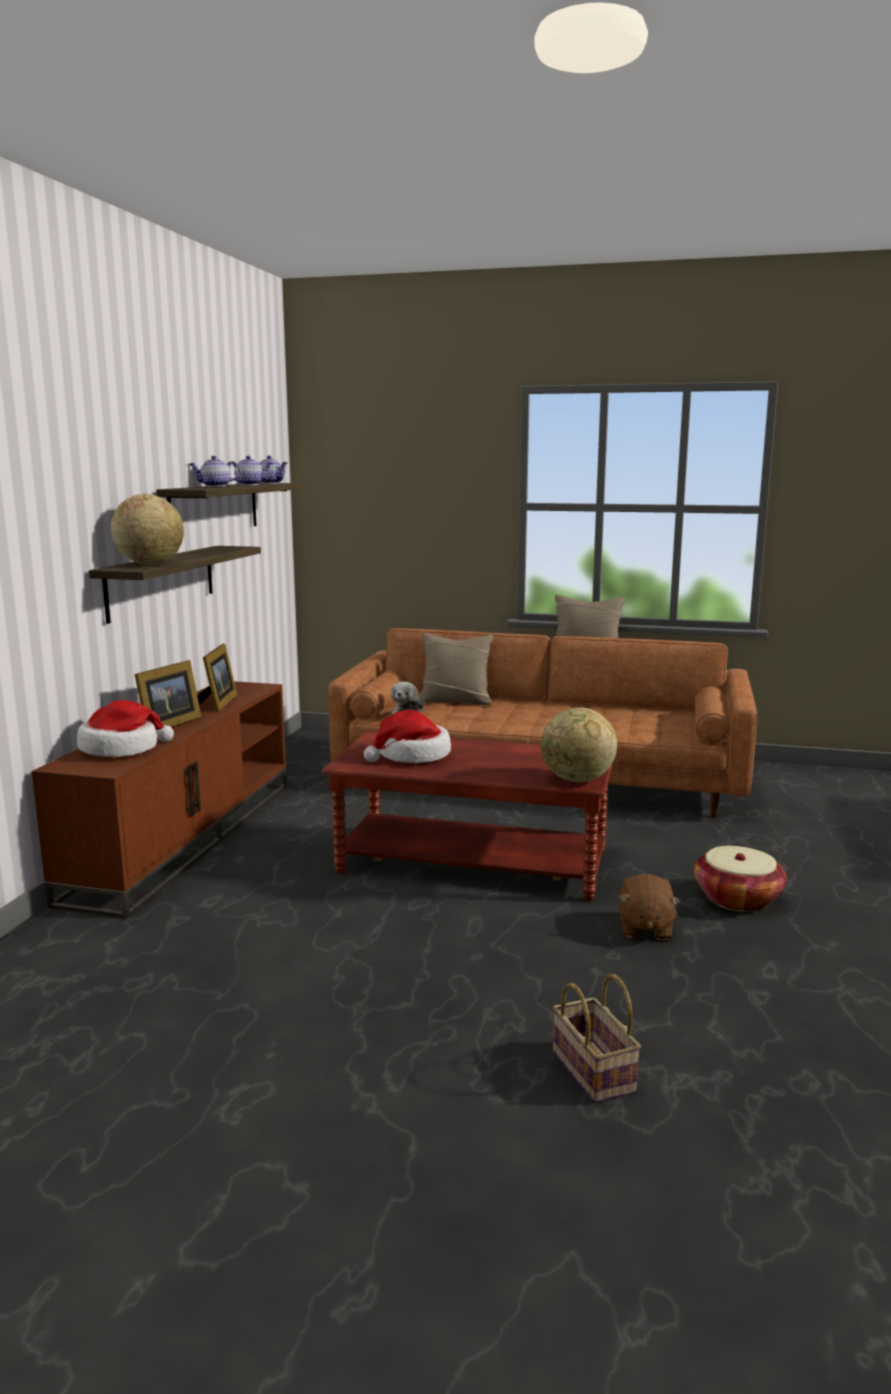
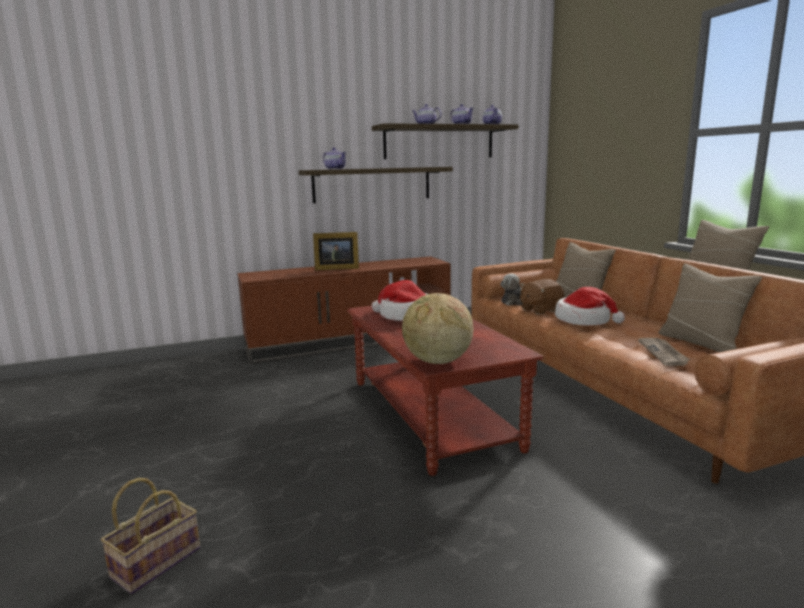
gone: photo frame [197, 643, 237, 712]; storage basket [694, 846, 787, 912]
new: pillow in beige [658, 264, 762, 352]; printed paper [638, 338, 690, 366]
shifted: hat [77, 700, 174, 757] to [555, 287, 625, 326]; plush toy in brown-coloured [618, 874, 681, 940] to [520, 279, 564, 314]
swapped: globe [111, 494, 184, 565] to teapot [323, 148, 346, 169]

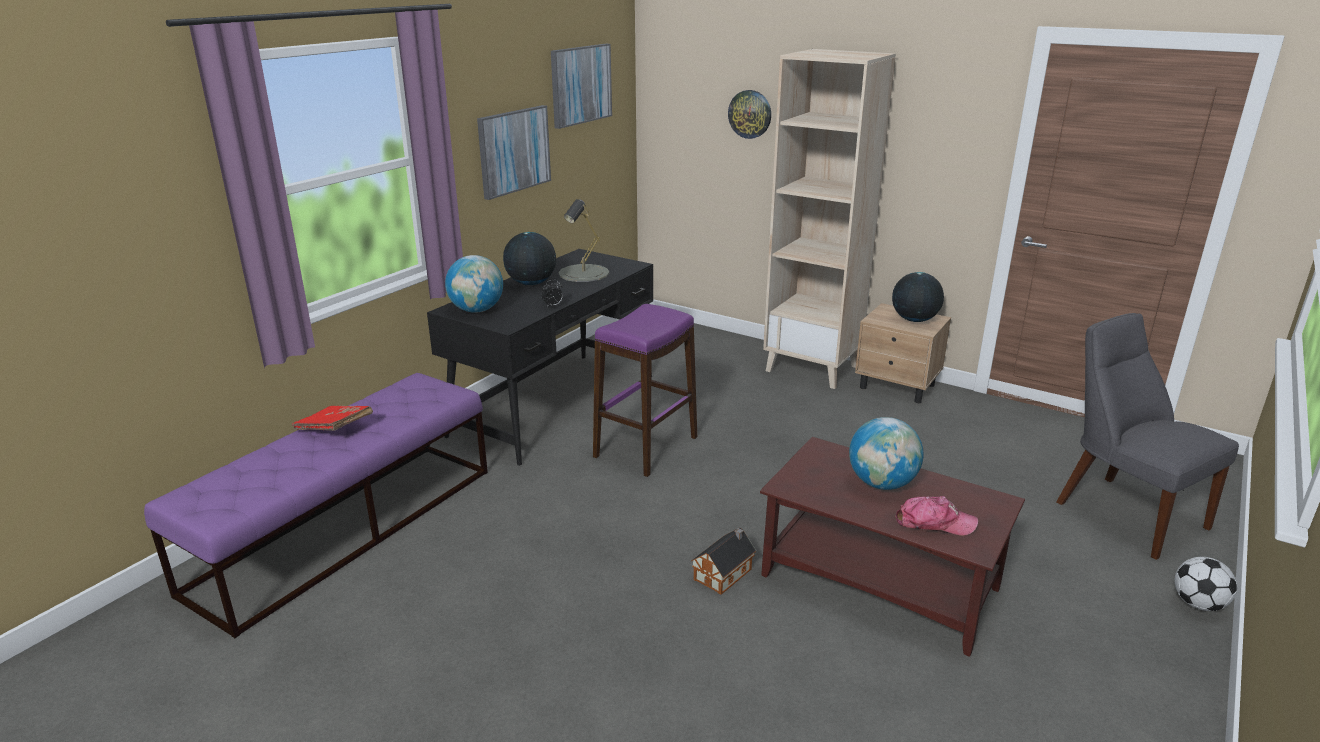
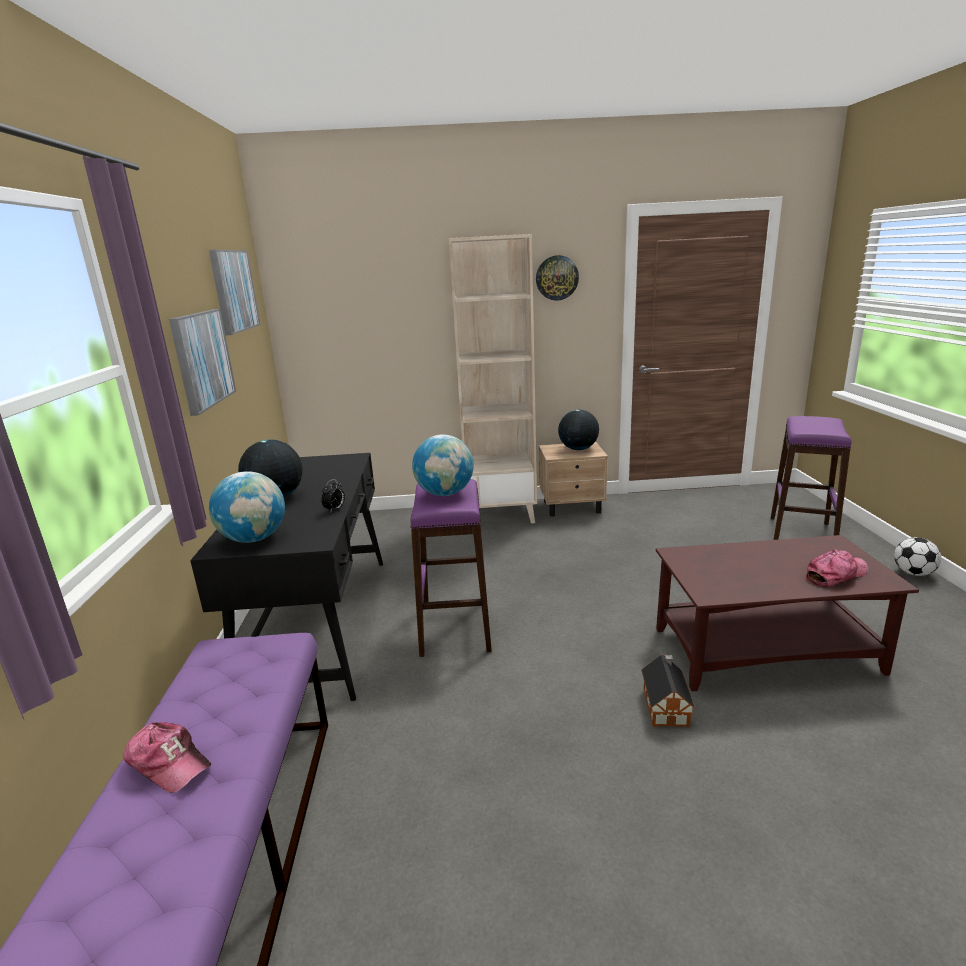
gone: tabletop lamp in grey [558, 199, 609, 282]
shifted: hanging clock [728, 90, 771, 139] to [536, 255, 579, 301]; globe [849, 417, 924, 490] to [412, 434, 474, 496]
swapped: upright chair in grey [1056, 313, 1239, 560] to stool seat in purplish [771, 416, 852, 540]; book in reddish [292, 406, 373, 431] to cap [123, 722, 211, 793]

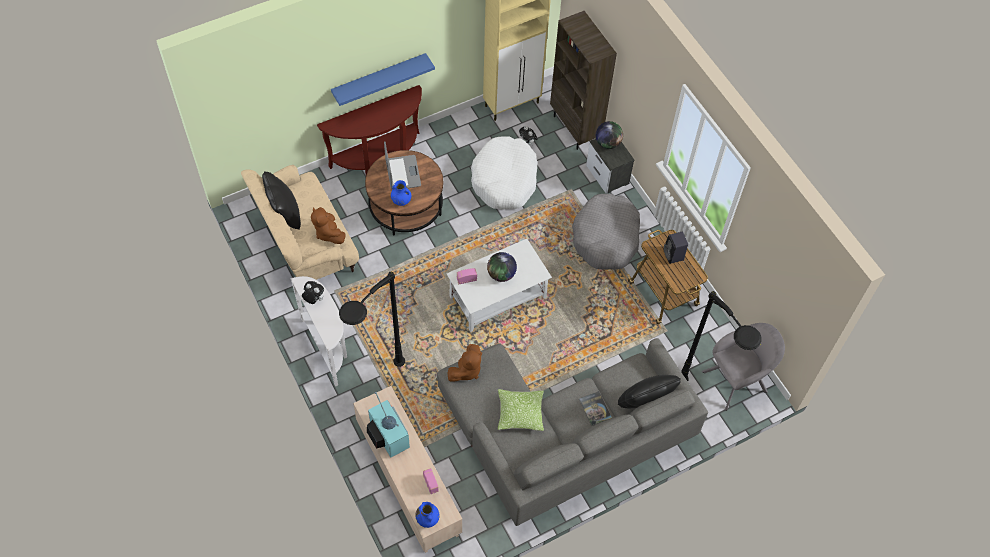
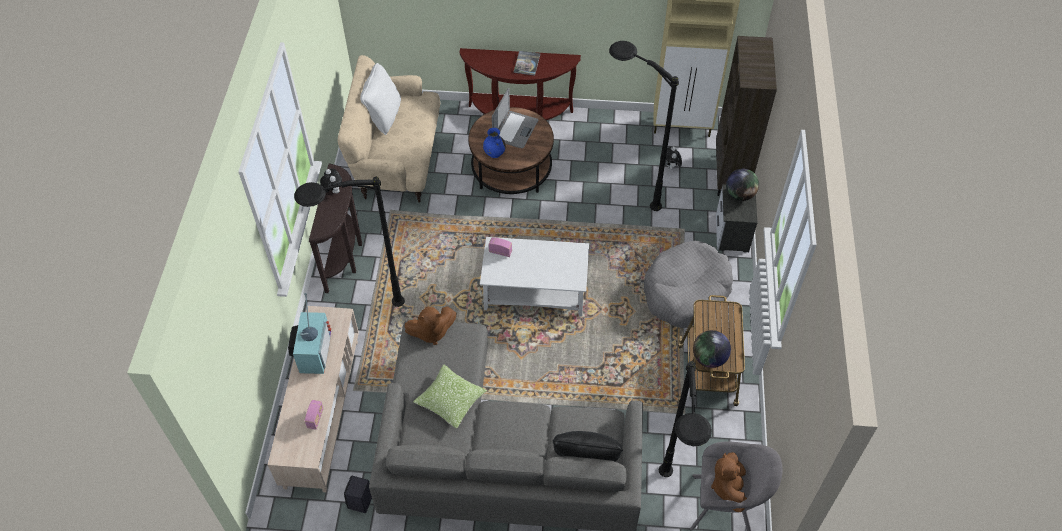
gone: wall shelf in blue-coloured [331, 53, 435, 106]; flower vase in blue-coloured [416, 502, 440, 528]
shifted: plush toy in brown-coloured [311, 207, 346, 244] to [711, 452, 747, 512]; speaker in black [663, 232, 688, 264] to [344, 476, 372, 513]; globe [487, 252, 517, 282] to [693, 330, 731, 368]; book [579, 391, 612, 426] to [514, 51, 540, 75]
swapped: dog bed in white [471, 136, 538, 209] to standard lamp in black [609, 41, 679, 211]
repainted: pillow in black [262, 171, 301, 230] to pillow in white [360, 63, 401, 135]; console table in white [290, 276, 347, 387] to console table in brown-coloured [309, 163, 362, 293]

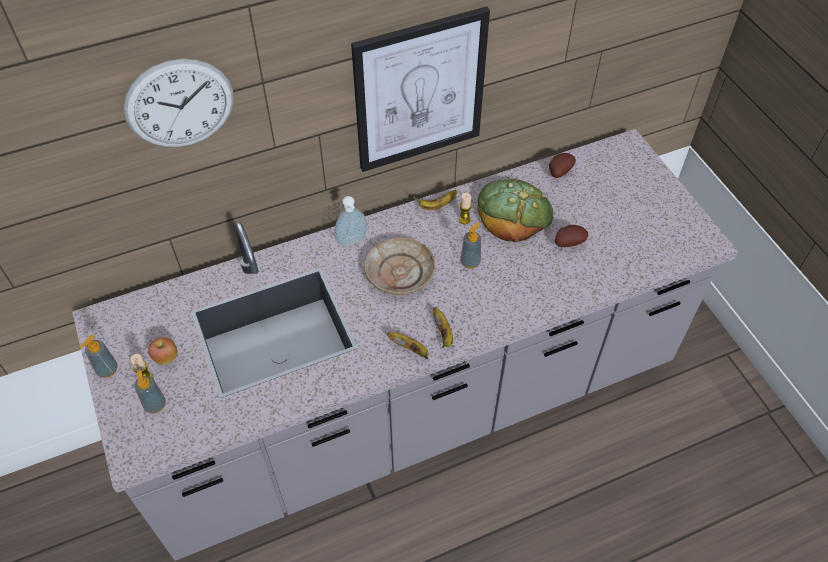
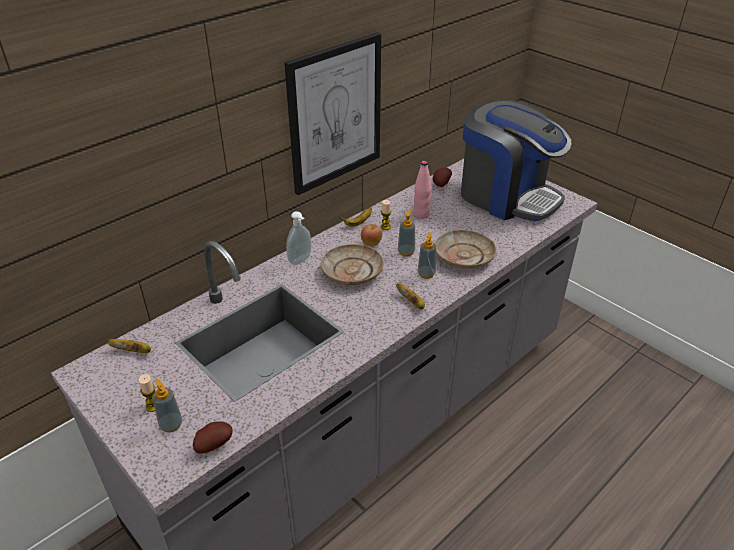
gone: hanging clock [123, 59, 234, 147]
new: coffee maker [461, 100, 572, 221]; dinner plate in beige [435, 230, 496, 269]
shifted: whole potato [555, 225, 588, 247] to [193, 421, 232, 454]; whole banana [387, 332, 428, 359] to [107, 339, 151, 353]; soap dispenser [80, 335, 118, 378] to [418, 232, 436, 279]; apple fruit [148, 337, 177, 365] to [361, 224, 382, 246]
swapped: bread [478, 179, 553, 242] to beverage bottle in pinkish [413, 161, 432, 219]

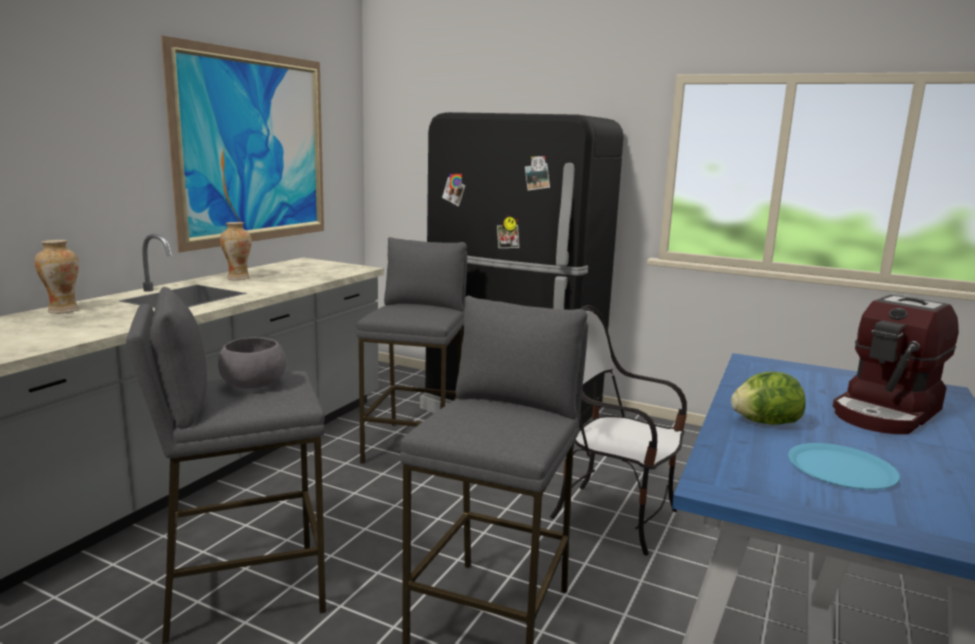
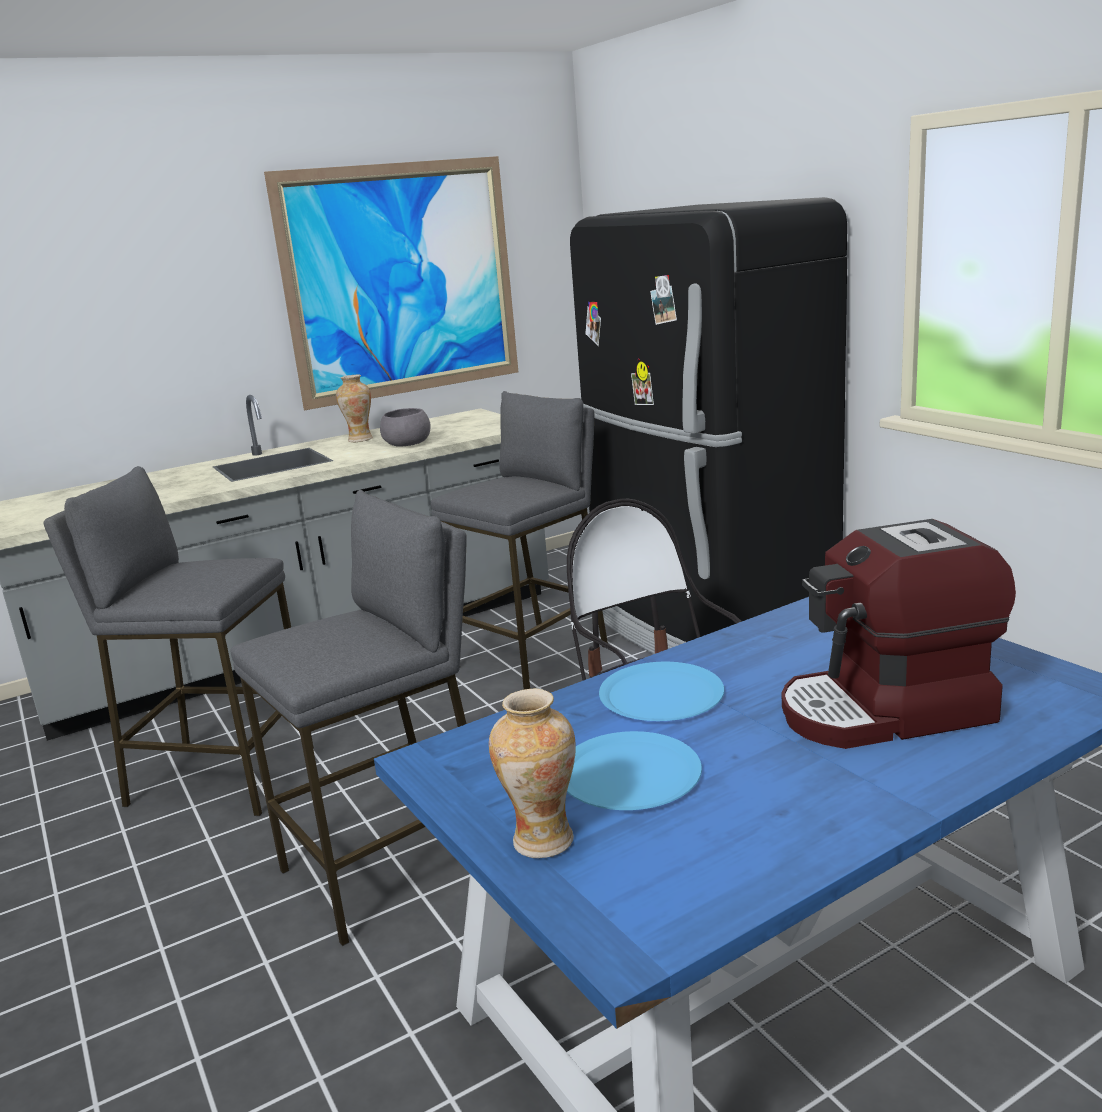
shifted: flower vase [34, 240, 79, 314] to [489, 689, 576, 858]; bowl in grey [218, 337, 286, 389] to [380, 408, 431, 447]
swapped: lettuce head [731, 372, 806, 425] to dinner plate in blue-coloured [599, 662, 725, 721]

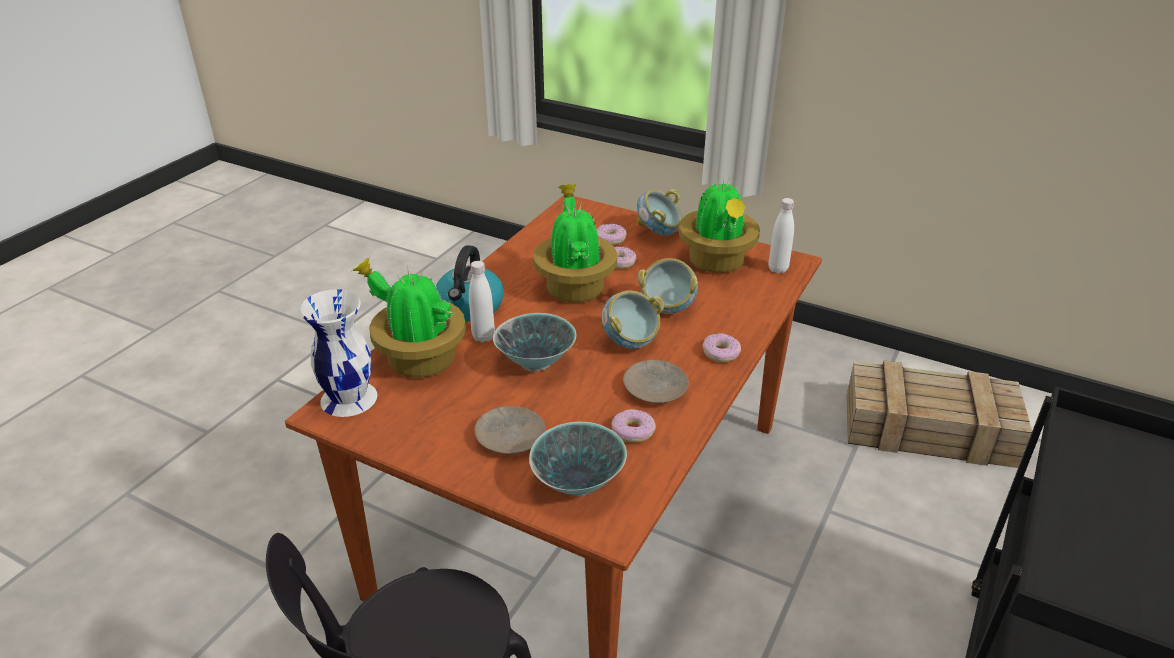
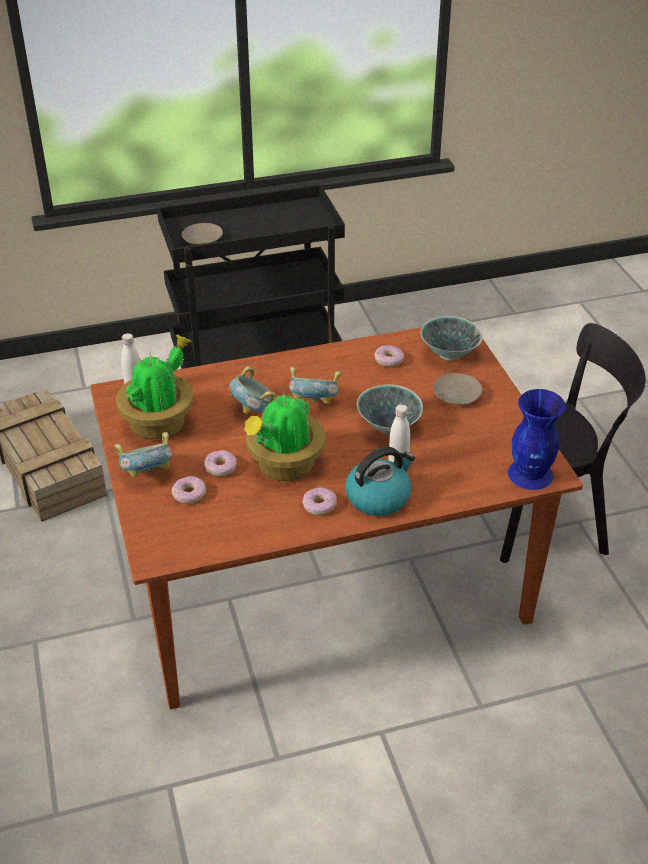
gone: potted plant [353, 257, 466, 378]
shifted: ring doughnut [703, 333, 741, 362] to [302, 487, 337, 515]; dinner plate in beige [623, 360, 689, 403] to [182, 223, 223, 245]
repainted: flower vase in white [300, 289, 377, 417] to flower vase in blue-coloured [508, 389, 566, 490]

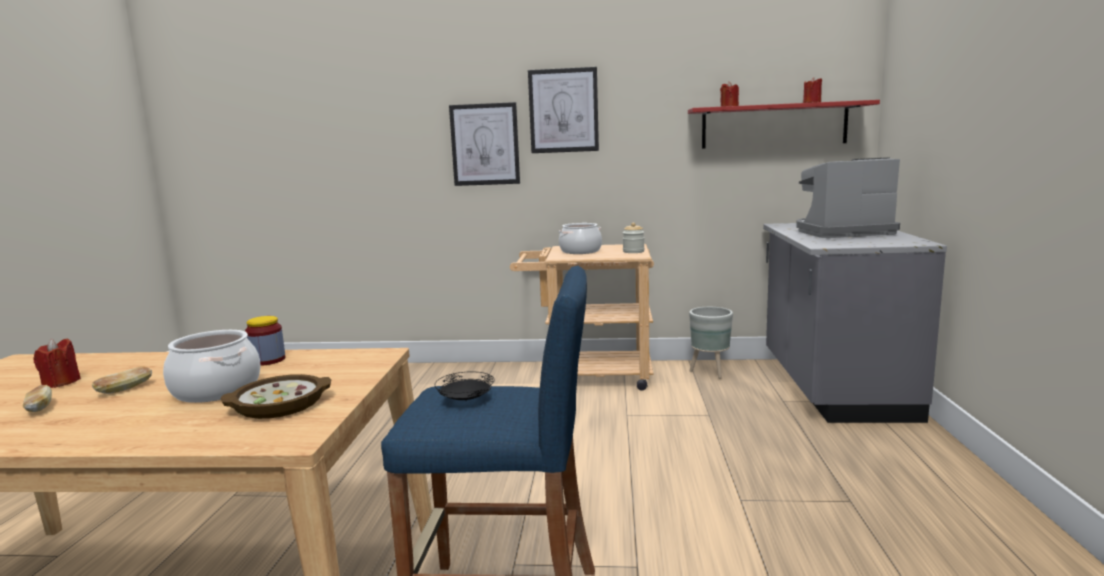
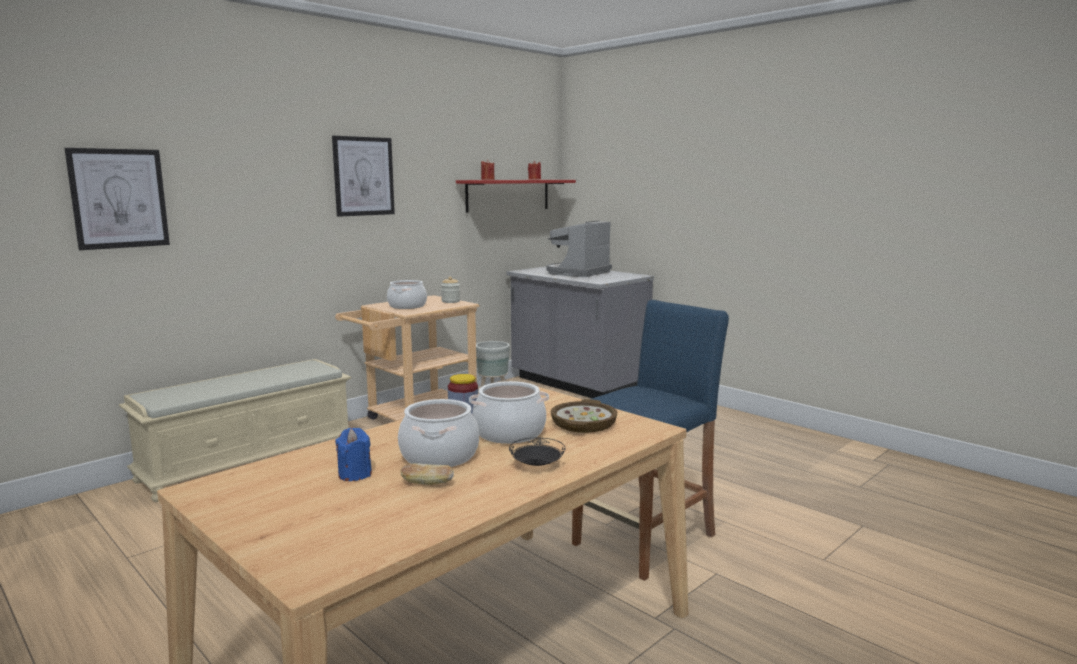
new: indoor bench in beige [119, 359, 351, 502]
shifted: wall art [449, 102, 520, 186] to [64, 148, 170, 250]; dinner plate in black [435, 372, 495, 401] to [509, 438, 566, 466]
swapped: bread [92, 366, 152, 394] to stockpot [398, 399, 479, 467]
repainted: wax candle in reddish [34, 339, 81, 388] to wax candle in blue-coloured [335, 428, 372, 481]

